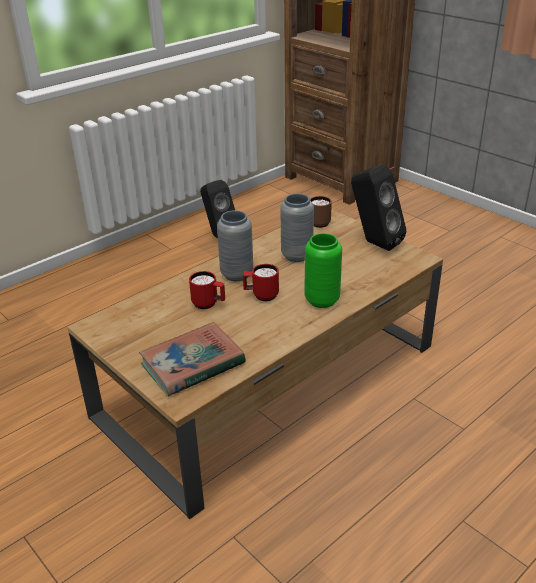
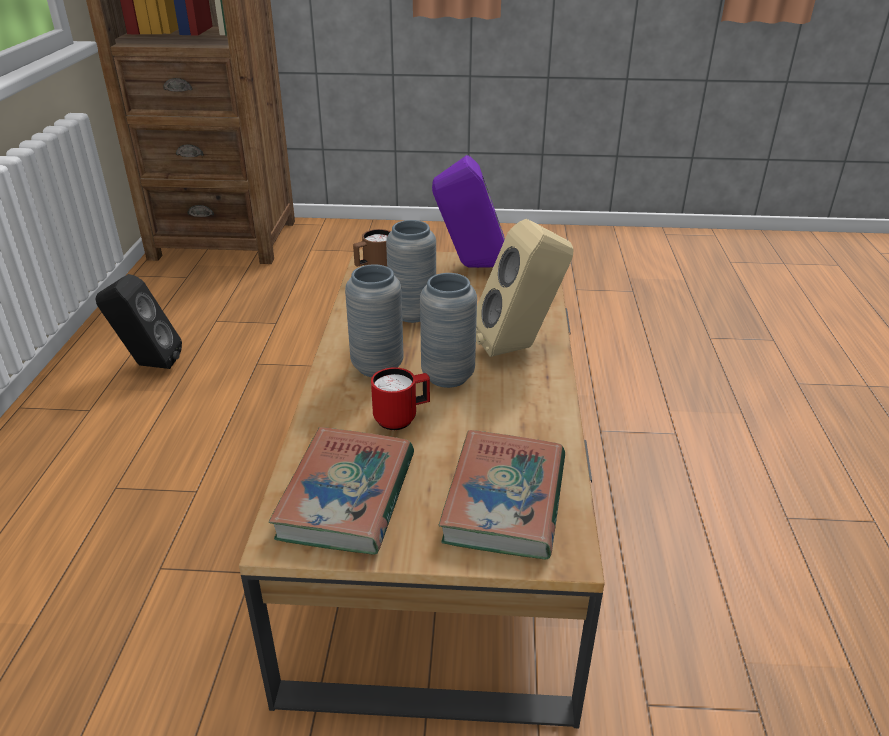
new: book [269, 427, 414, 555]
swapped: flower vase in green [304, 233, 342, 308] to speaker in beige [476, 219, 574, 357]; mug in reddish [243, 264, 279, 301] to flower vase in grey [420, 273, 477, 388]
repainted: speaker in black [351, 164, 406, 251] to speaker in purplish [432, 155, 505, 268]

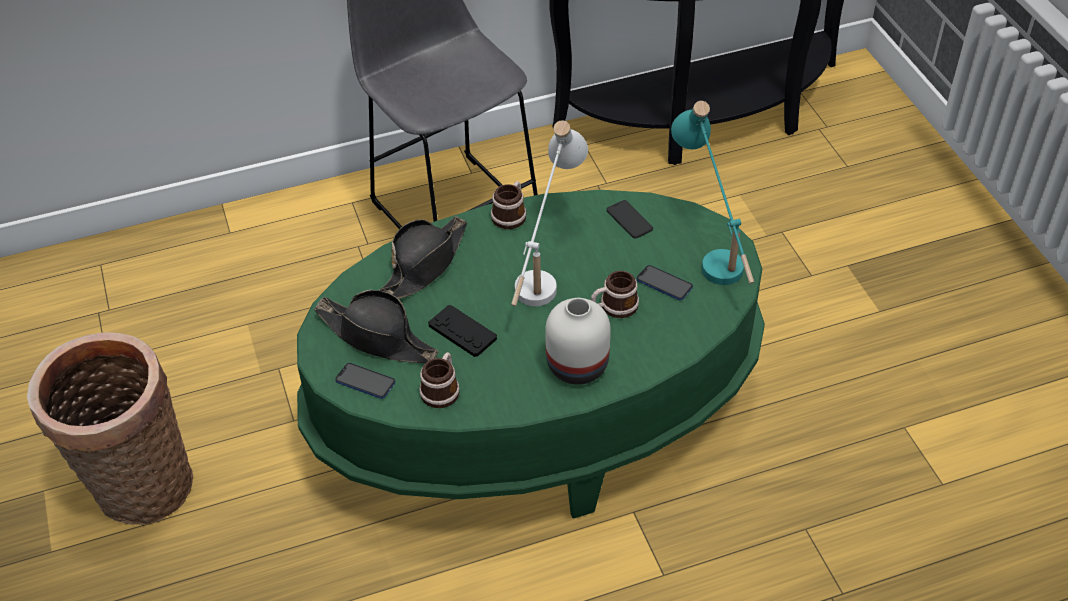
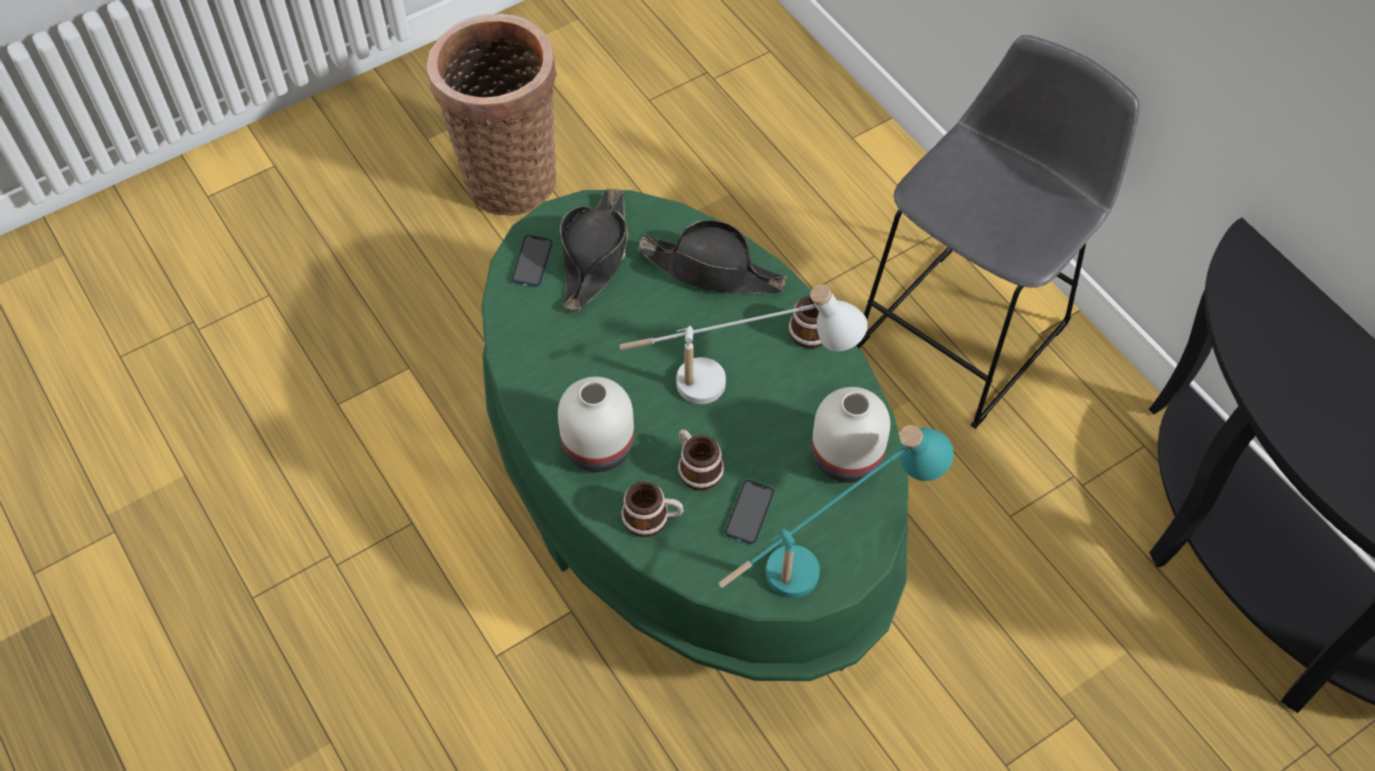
gone: game controller in black [428, 305, 497, 357]
shifted: mug [419, 352, 460, 408] to [621, 481, 683, 537]
swapped: phone [607, 200, 653, 238] to flower vase in white [812, 387, 890, 483]

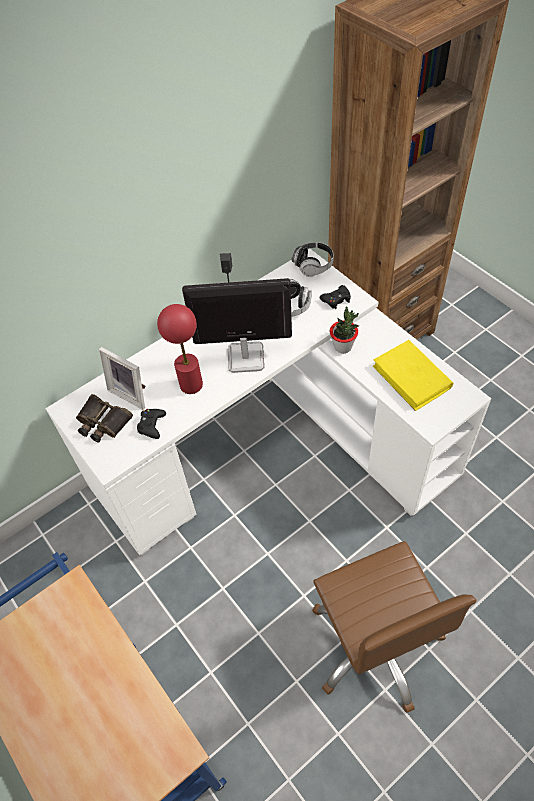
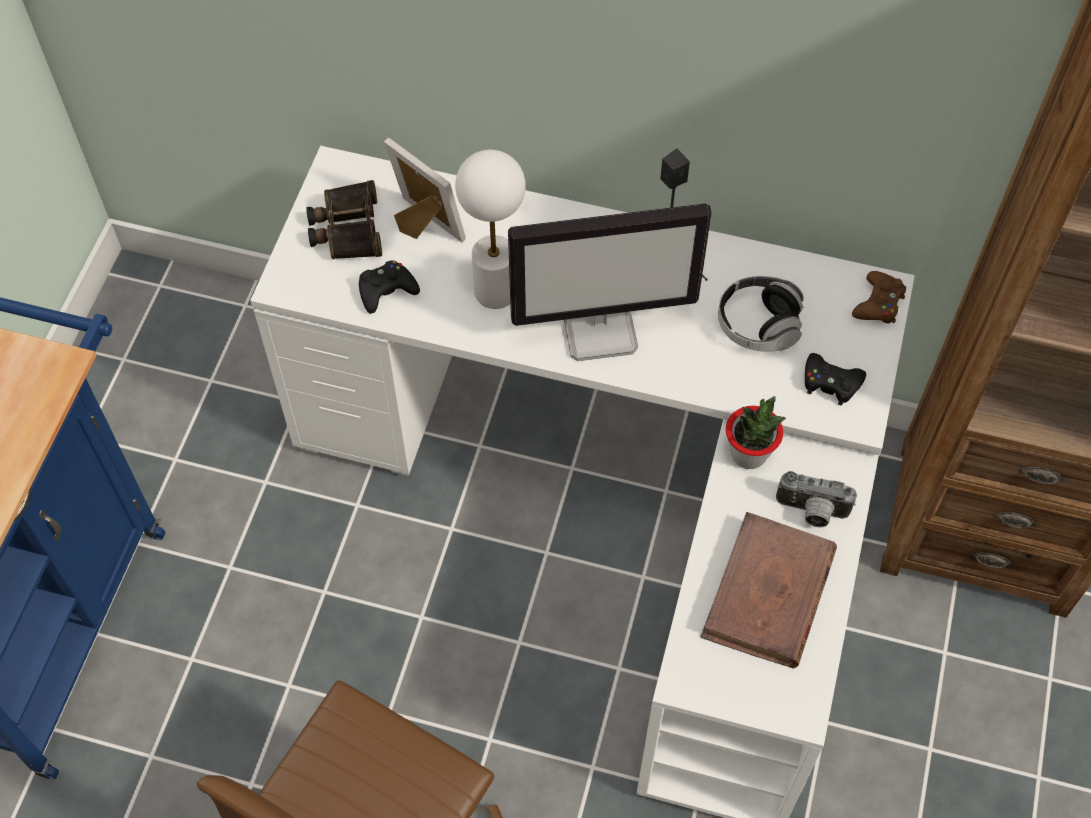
new: still camera [776, 471, 857, 528]
swapped: headset [292, 242, 334, 277] to game controller in brown-coloured [852, 271, 906, 324]
repainted: tabletop lamp in reddish [157, 304, 203, 394] to tabletop lamp in white [455, 150, 526, 309]; book in yellow-coloured [373, 340, 453, 411] to book in brown-coloured [700, 512, 837, 668]
rotated: computer display [182, 278, 292, 373] = [508, 204, 712, 361] 120 degrees clockwise; photo frame [99, 347, 145, 410] = [384, 138, 466, 242] 135 degrees clockwise

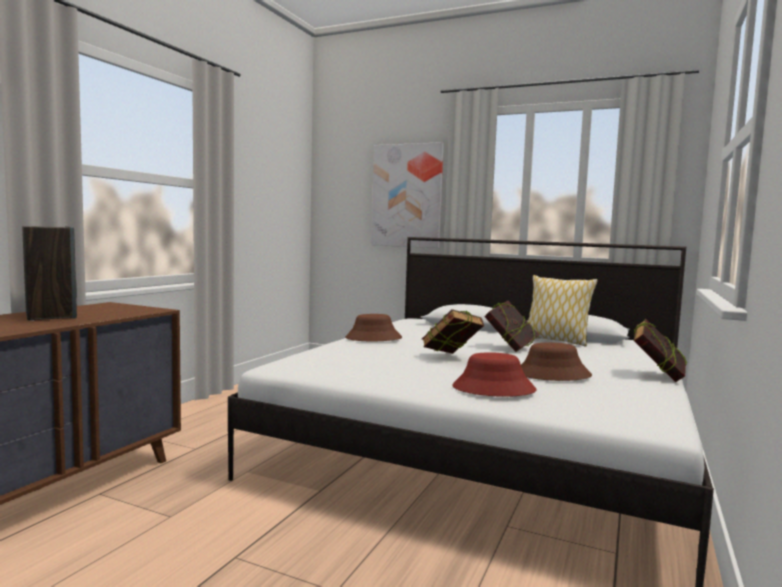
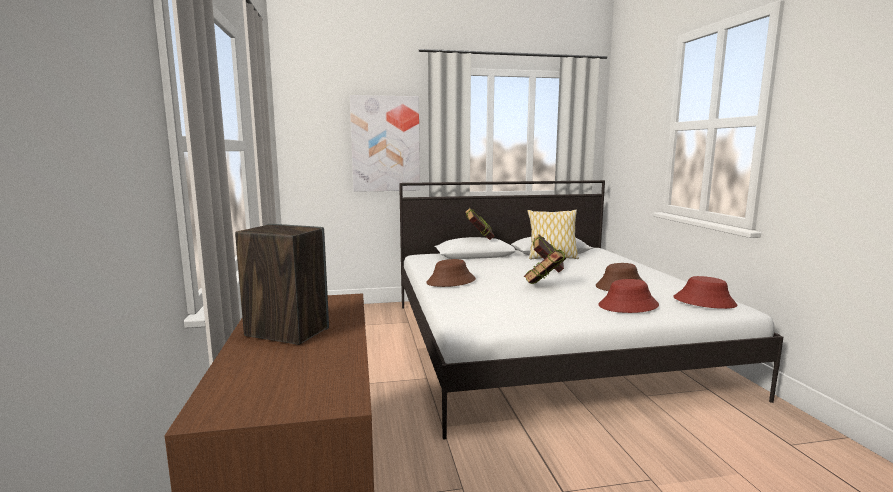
new: hat in reddish [673, 276, 737, 309]
shifted: book [634, 318, 688, 382] to [465, 207, 494, 240]

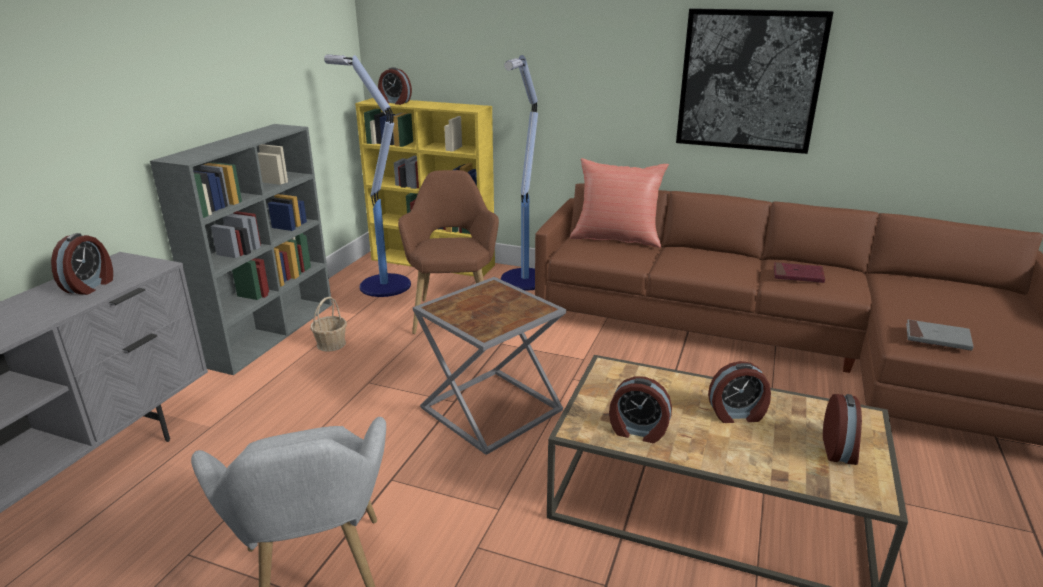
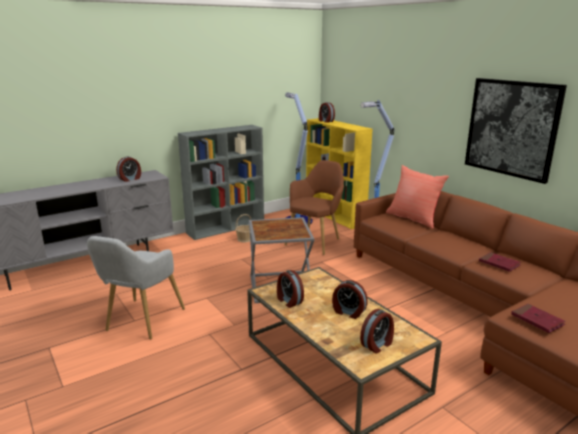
repainted: book in grey [906, 320, 974, 351] to book in reddish [511, 304, 566, 333]

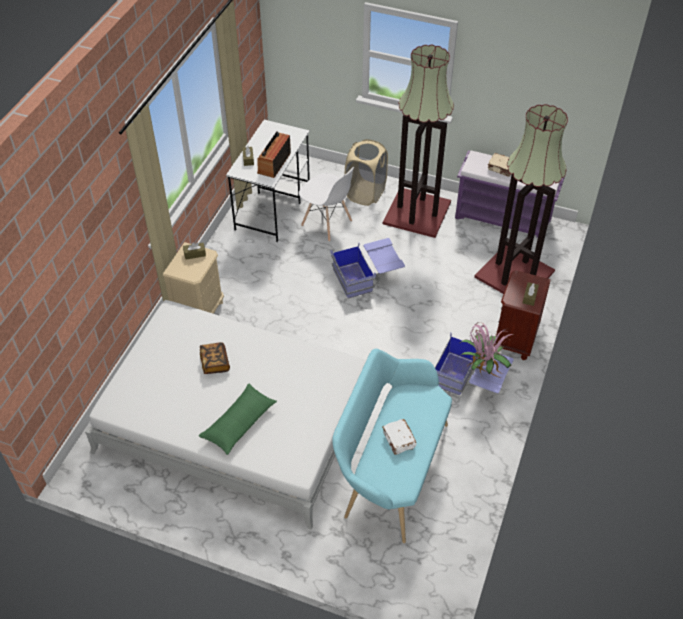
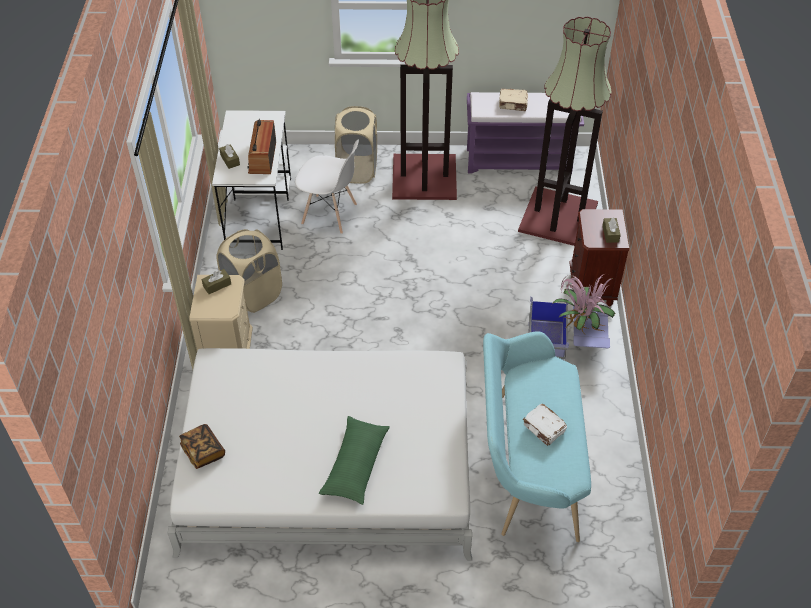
gone: storage bin in blue-coloured [331, 238, 405, 299]
new: hamper in beige [216, 229, 282, 313]
shifted: book [200, 342, 230, 374] to [179, 424, 225, 469]

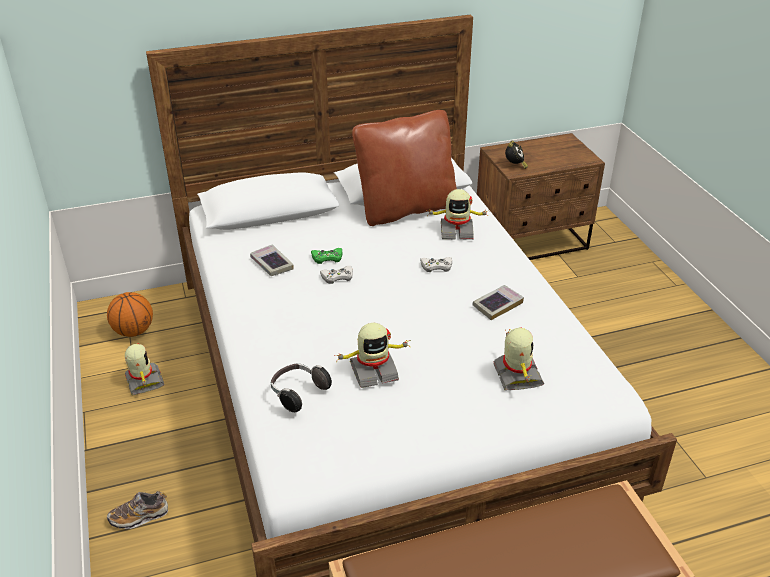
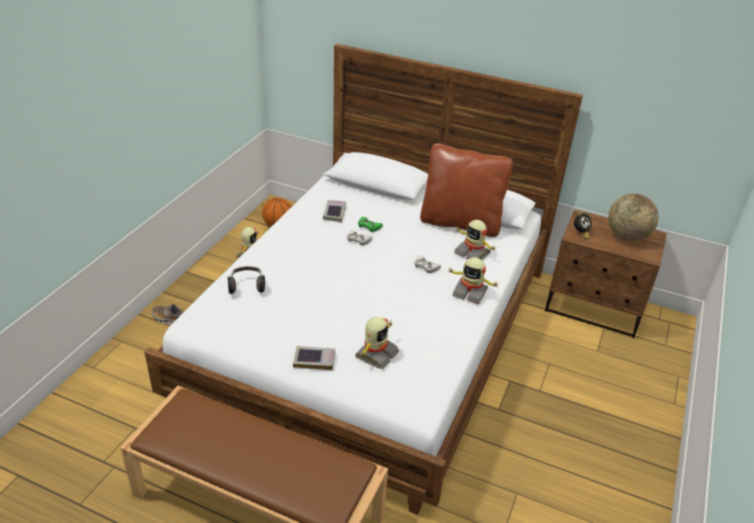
new: globe [608, 193, 659, 241]
shifted: book [472, 285, 524, 320] to [293, 346, 335, 370]; robot figure [336, 323, 411, 388] to [447, 257, 500, 304]

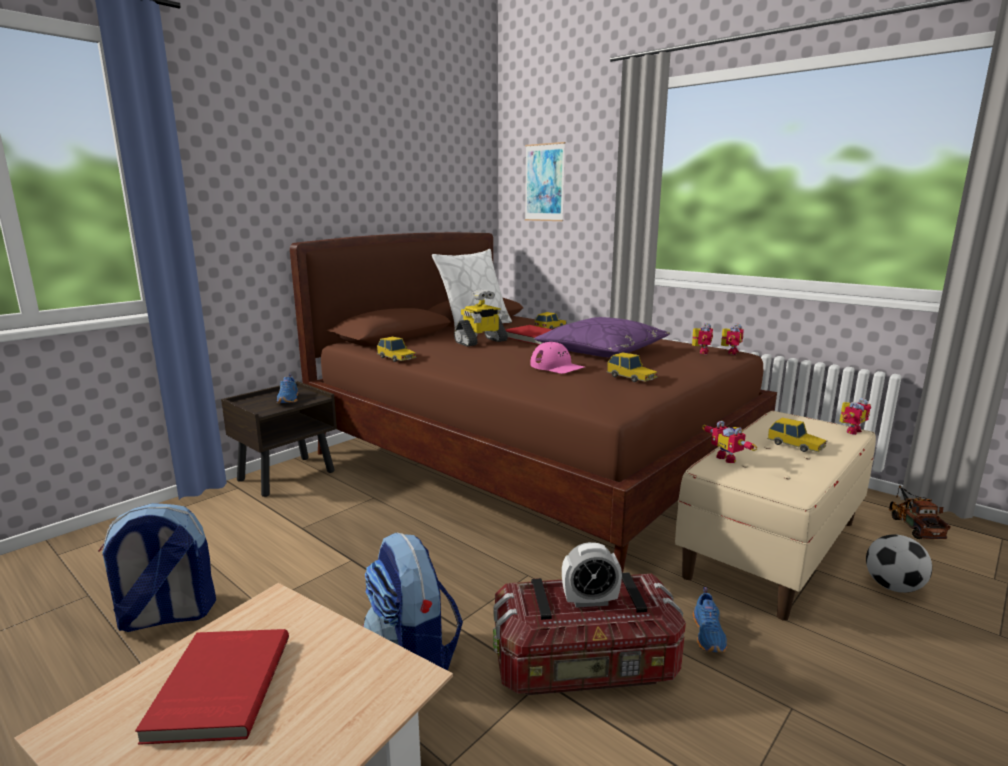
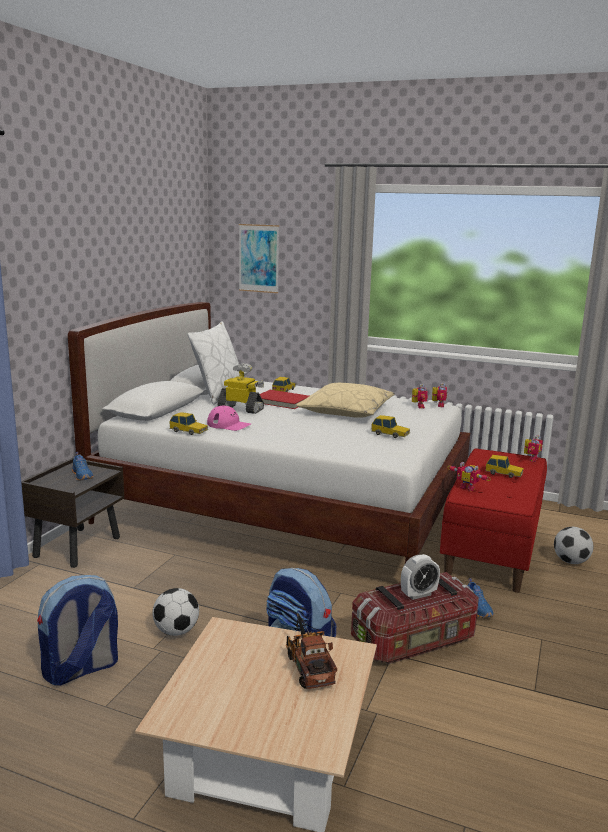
gone: book in reddish [135, 629, 289, 745]
new: football [153, 588, 199, 636]
shifted: cap in pinkish [530, 342, 584, 374] to [207, 406, 251, 431]; model truck [889, 486, 951, 539] to [286, 613, 337, 689]
repainted: bedroom bed in brown-coloured [290, 232, 777, 573] to bedroom bed in white [68, 302, 470, 563]; pillow in purplish [534, 317, 670, 357] to pillow in beige [296, 383, 395, 418]; indoor bench in beige [675, 411, 876, 621] to indoor bench in reddish [440, 448, 547, 593]
rotated: robot figure [454, 290, 508, 346] = [217, 363, 264, 414] 105 degrees counterclockwise

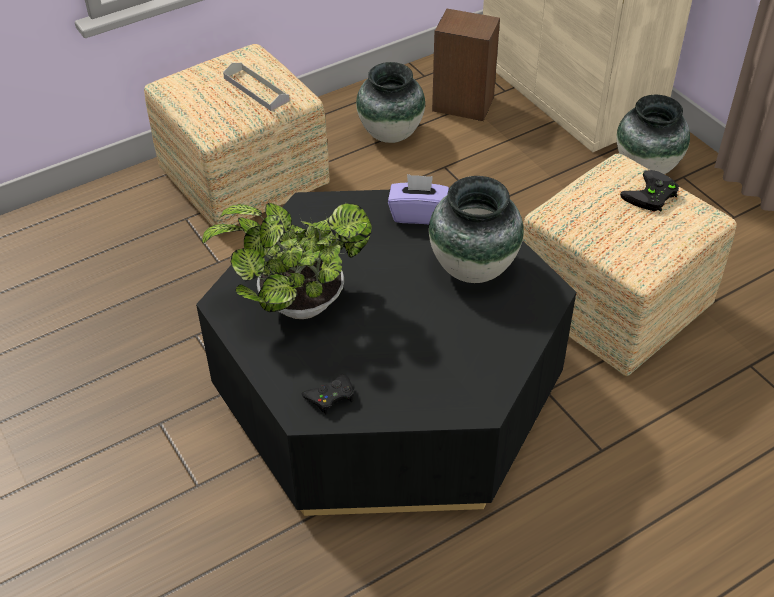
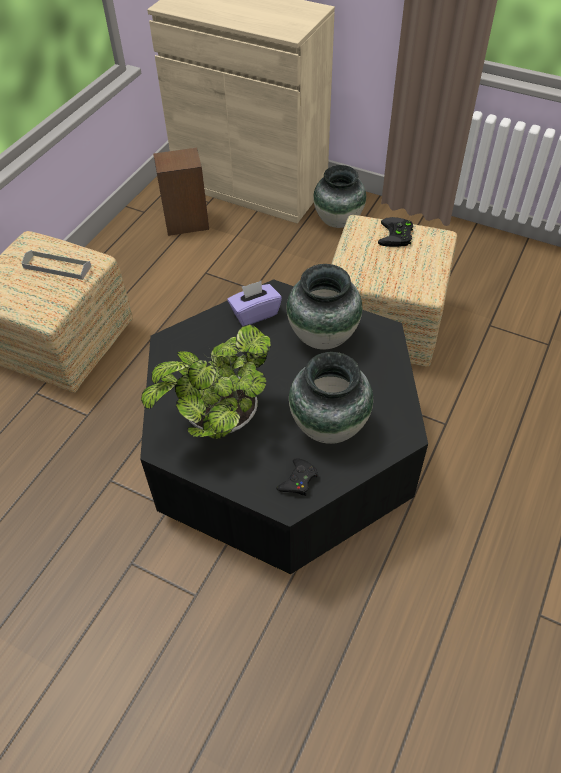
shifted: flower vase [356, 62, 425, 143] to [289, 352, 373, 444]

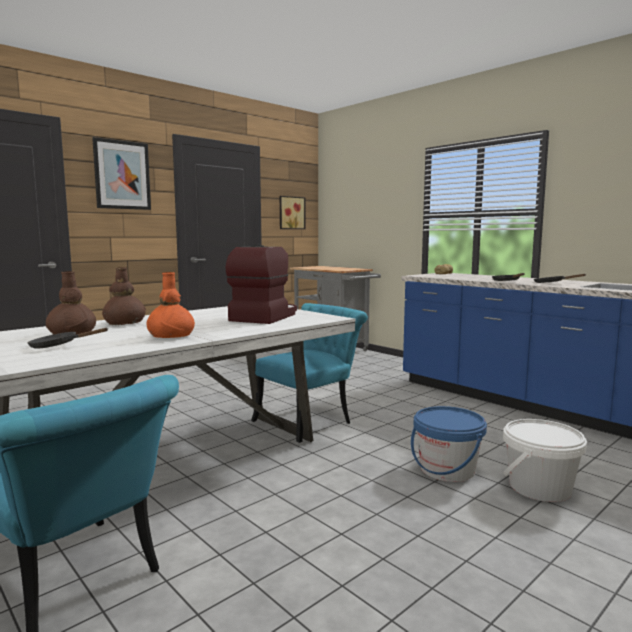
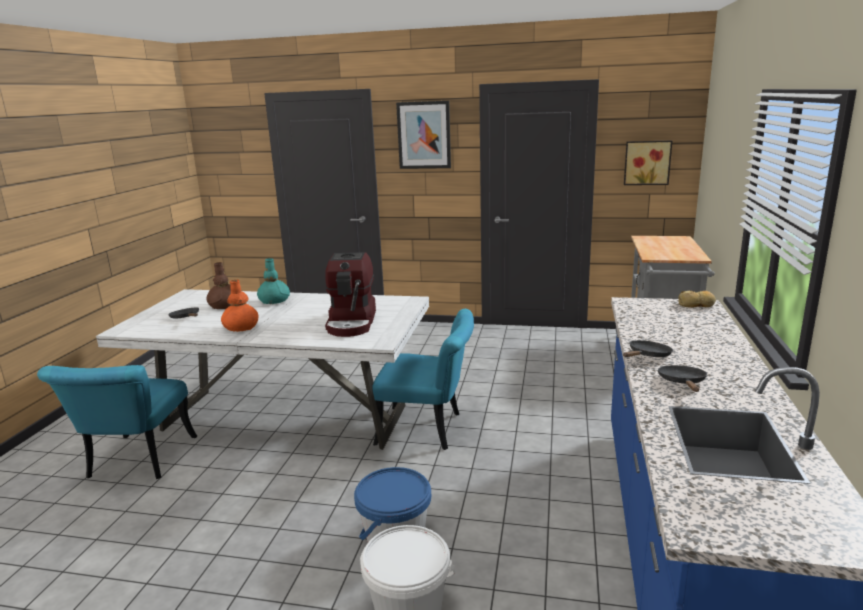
repainted: flower vase in brown-coloured [102, 267, 146, 325] to flower vase in turquoise [257, 258, 290, 304]
rotated: coffee maker [226, 245, 297, 324] = [325, 252, 376, 337] 105 degrees clockwise

